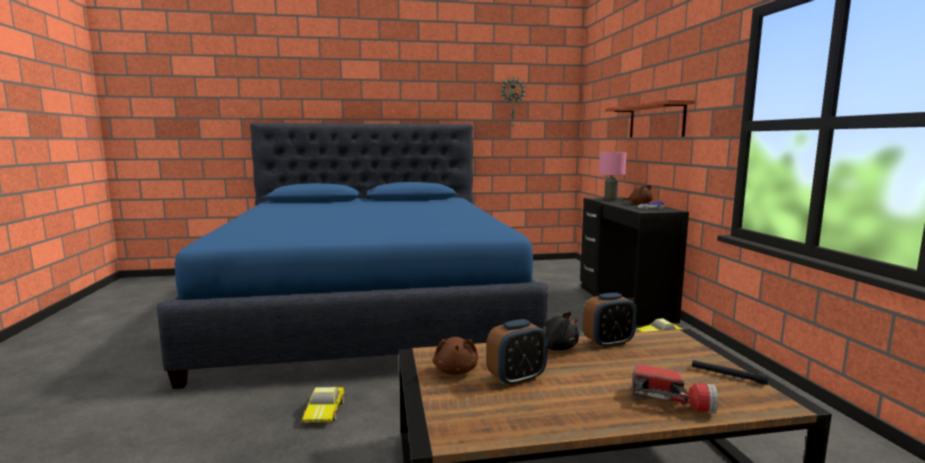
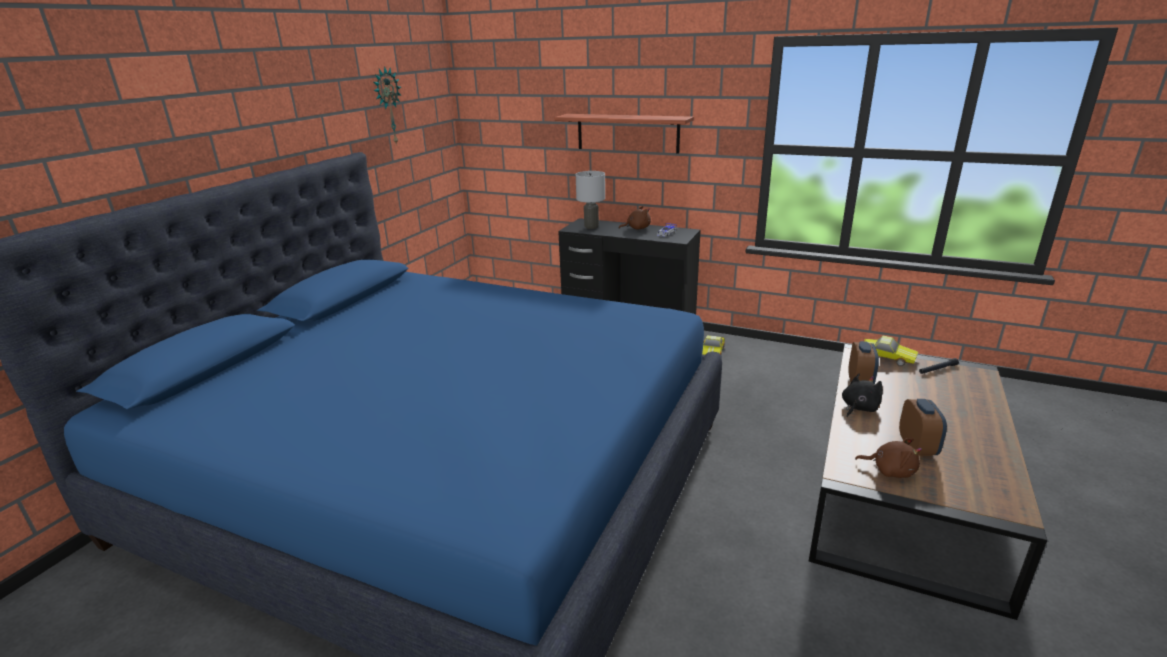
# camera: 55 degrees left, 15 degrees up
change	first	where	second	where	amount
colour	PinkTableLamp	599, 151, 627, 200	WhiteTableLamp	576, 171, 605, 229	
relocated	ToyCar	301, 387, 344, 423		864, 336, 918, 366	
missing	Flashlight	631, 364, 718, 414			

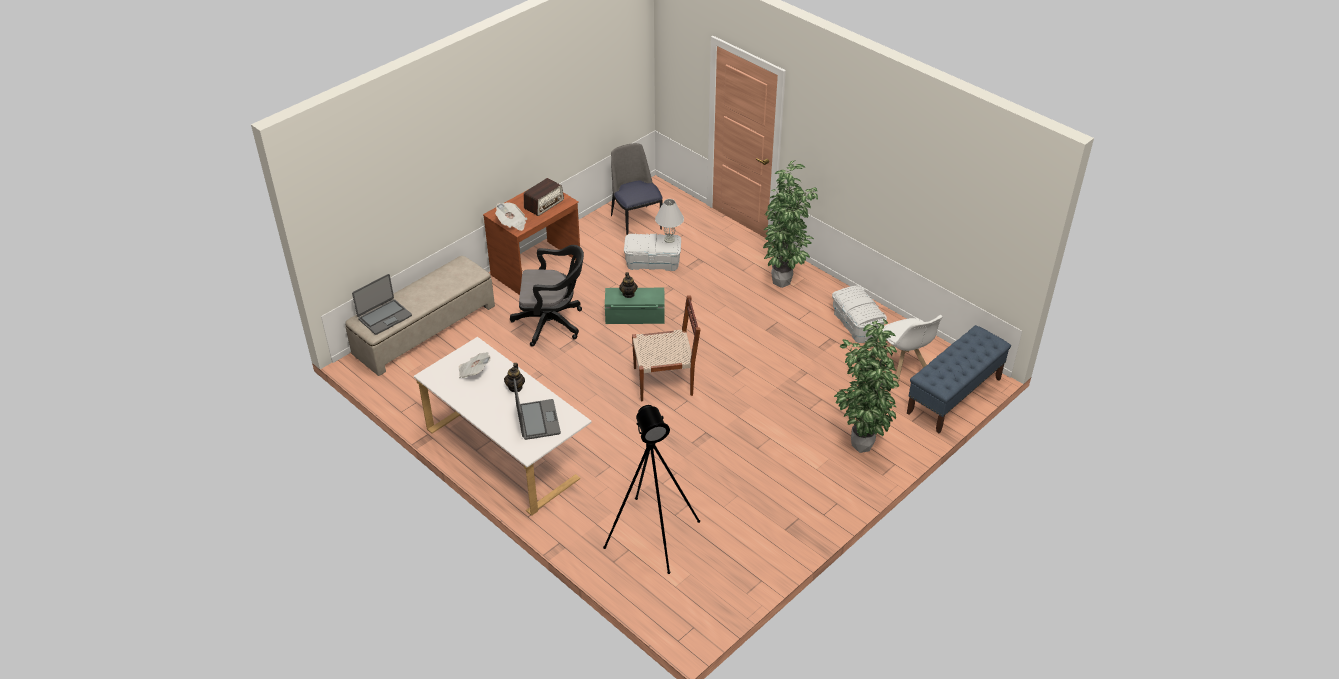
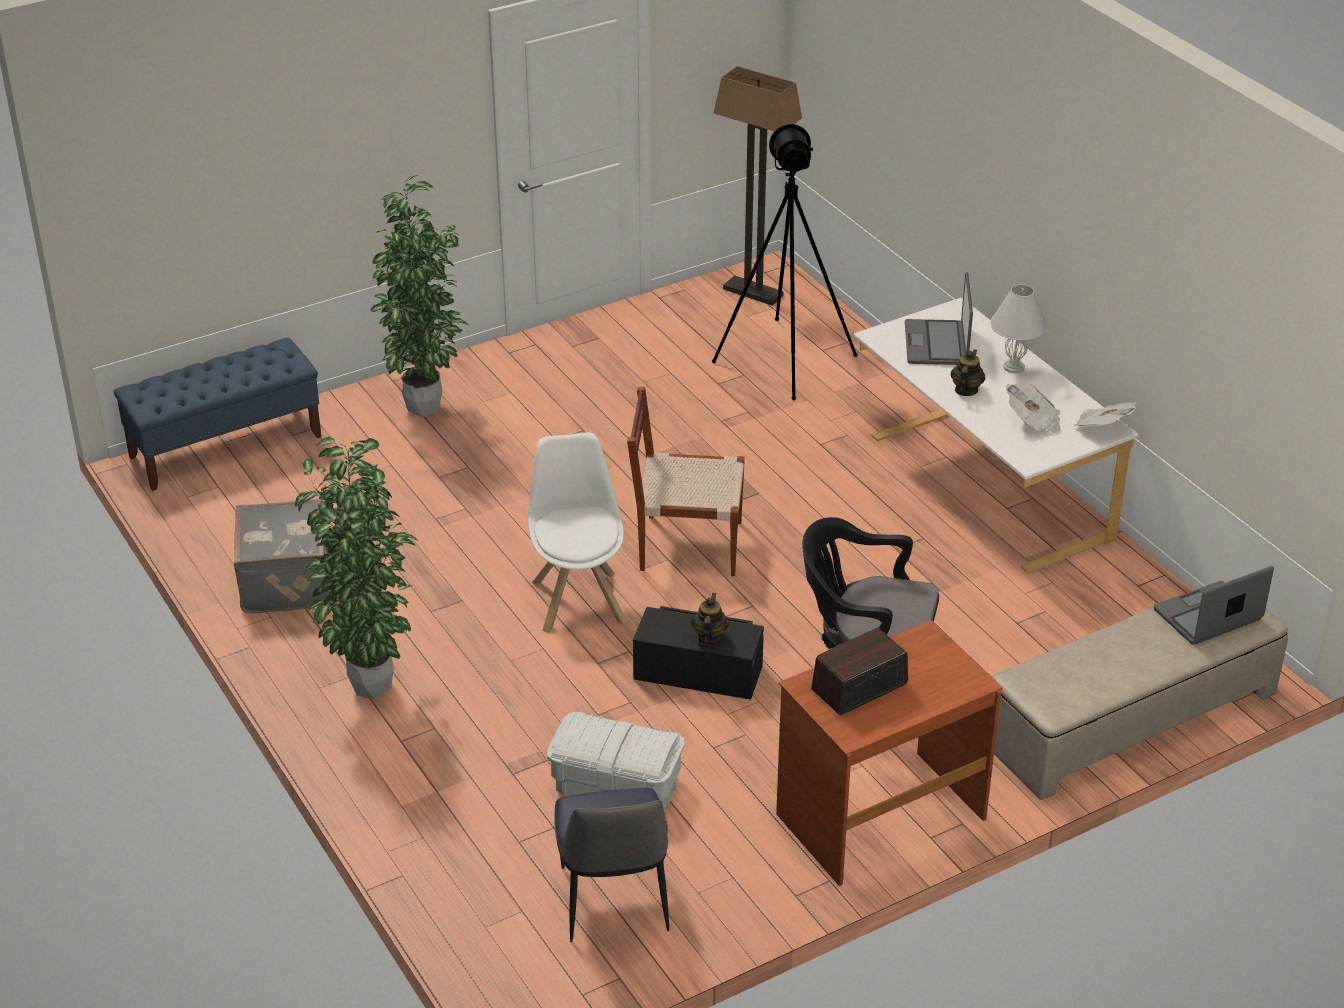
# camera: 165 degrees left, 5 degrees down
change	first	where	second	where	amount
exchanged	WhiteStorageBox	832, 285, 887, 343	GreySuitcase	234, 499, 333, 613	
relocated	WhiteChair	875, 315, 943, 389		528, 433, 627, 633	
colour	GreenStorageBox	605, 288, 665, 324	BlackStorageBox	633, 606, 764, 700	
appeared			FloorLamp	714, 66, 802, 306	
relocated	WhiteTableLamp	655, 199, 684, 243		990, 284, 1047, 373	
relocated	Newspaper	495, 202, 527, 231		1074, 402, 1137, 426	

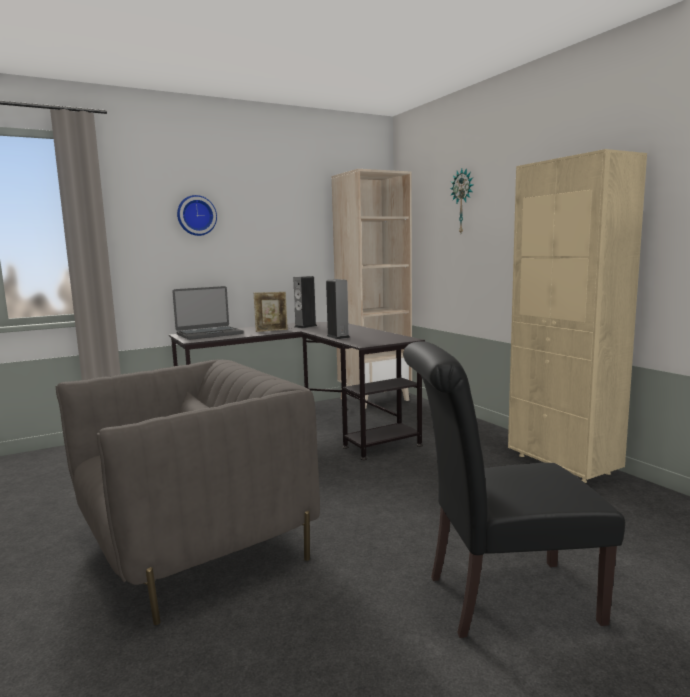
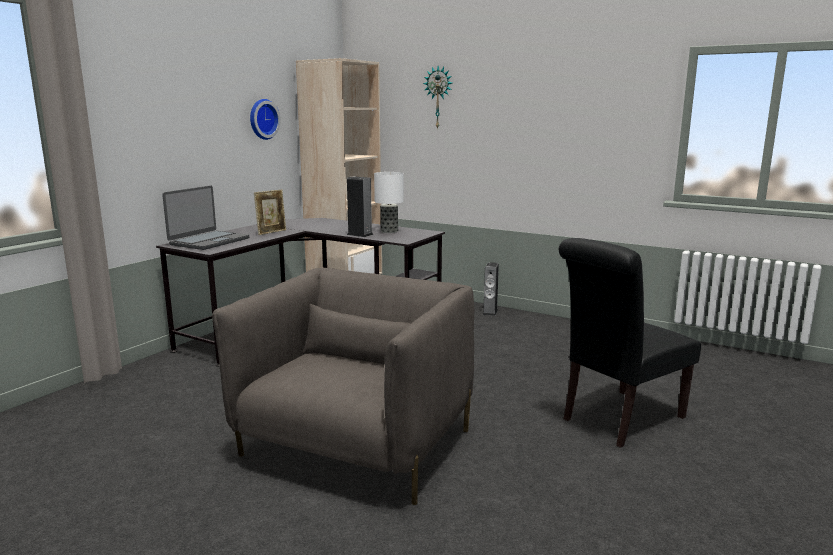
# camera: 30 degrees left, 5 degrees up
change	first	where	second	where	amount
relocated	WallClock	177, 195, 217, 236		250, 99, 281, 140	
appeared			TableLamp	374, 172, 404, 233	
relocated	Speaker	293, 276, 317, 328		483, 262, 499, 316	
missing	BeigeCabinet	508, 149, 647, 483			

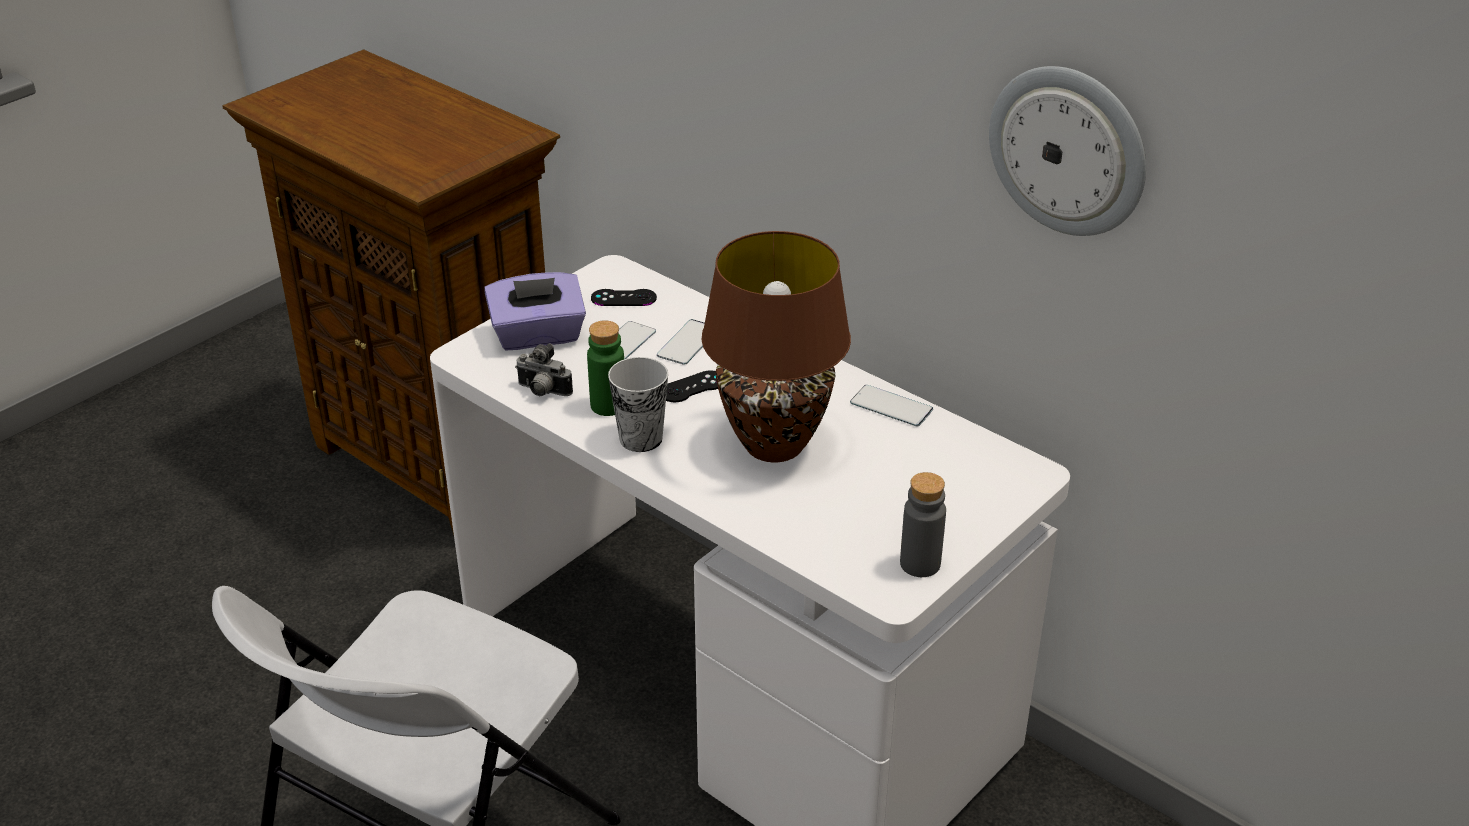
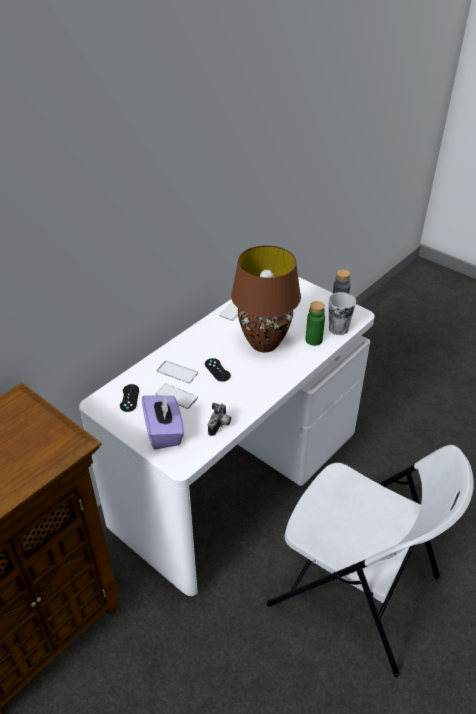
# camera: 90 degrees left, 5 degrees up
change	first	where	second	where	amount
relocated	GreenBottle	587, 320, 624, 416		306, 301, 325, 346	
relocated	Cup	608, 357, 668, 452		329, 292, 356, 335	
missing	WallClock	989, 66, 1146, 236			

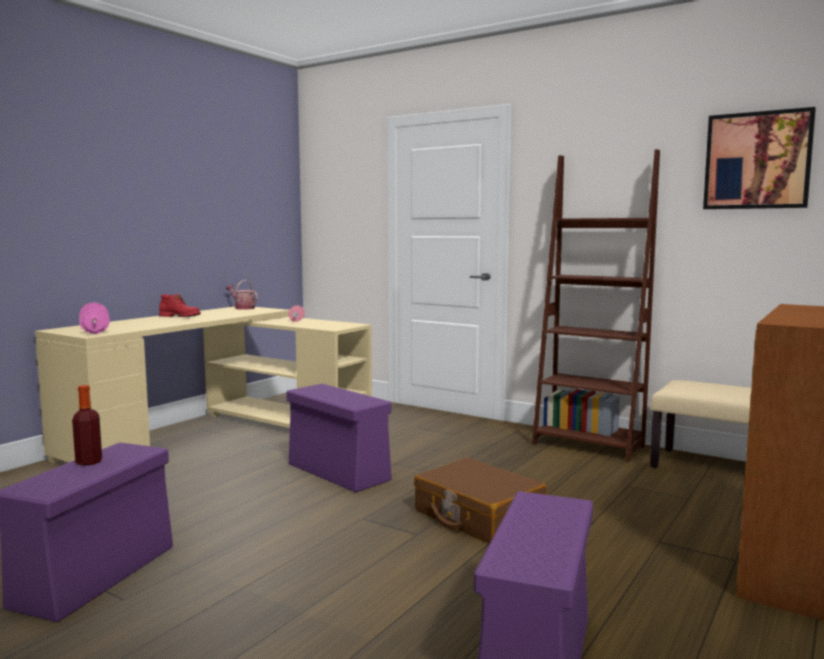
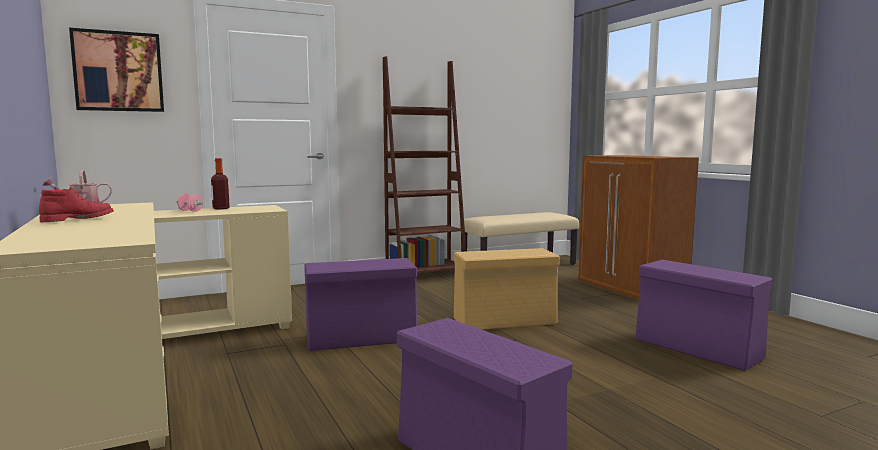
# camera: 60 degrees left, 0 degrees up
change	first	where	second	where	amount
relocated	Picture	703, 107, 816, 209		69, 28, 164, 112	
relocated	Bottle	72, 385, 102, 466		211, 158, 230, 209	
exchanged	BrownSuitcase	414, 457, 547, 544	BeigeStorageBox	454, 248, 560, 330	
missing	PinkDumbbell	79, 303, 110, 334			

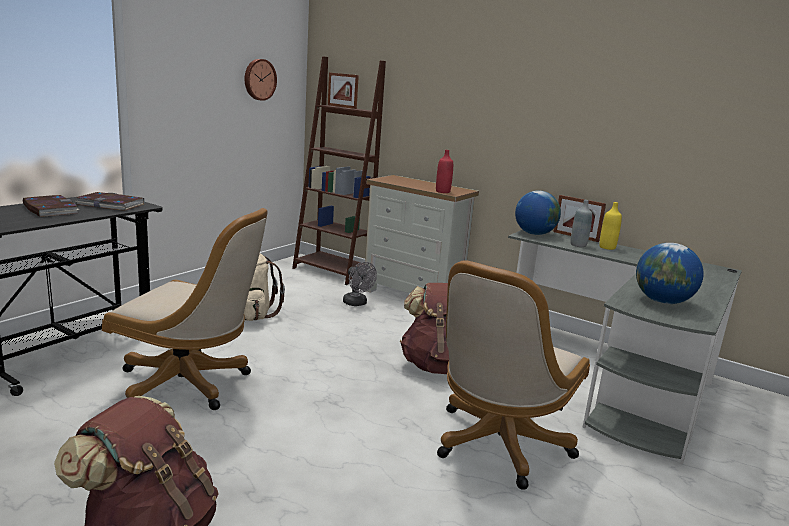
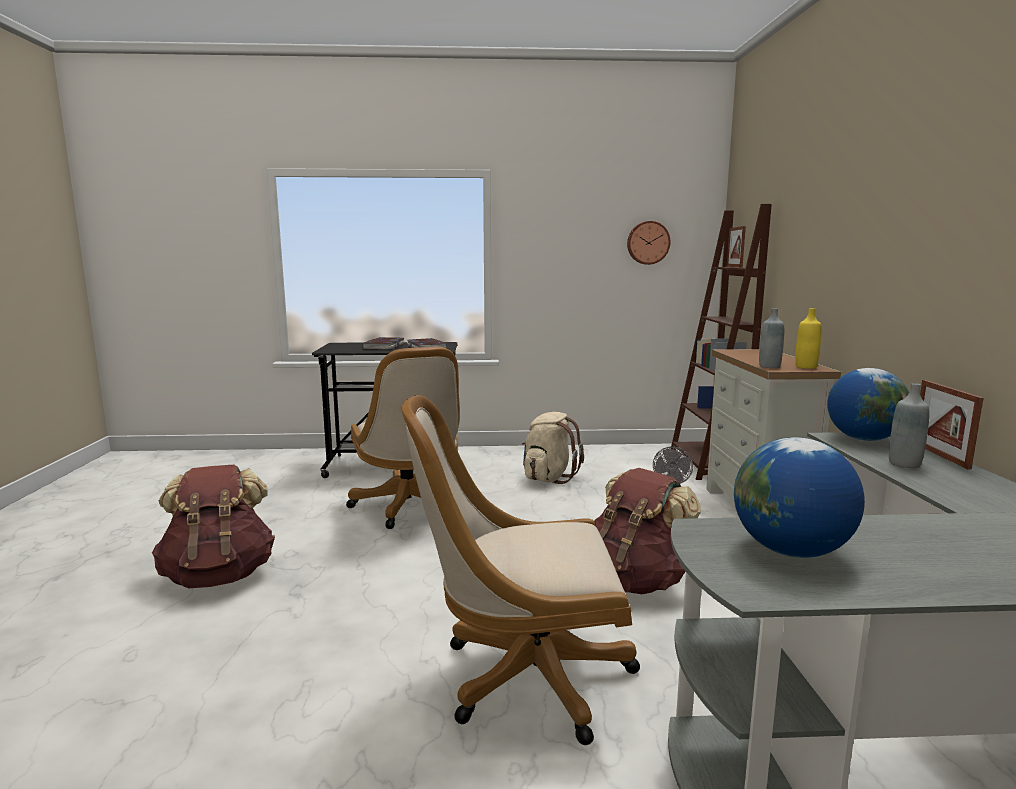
# camera: 55 degrees right, 5 degrees down
change	first	where	second	where	amount
colour	RedBottle	436, 150, 453, 193	GreyBottle	759, 308, 784, 368	
relocated	YellowBottle	599, 202, 622, 250		795, 308, 822, 369	

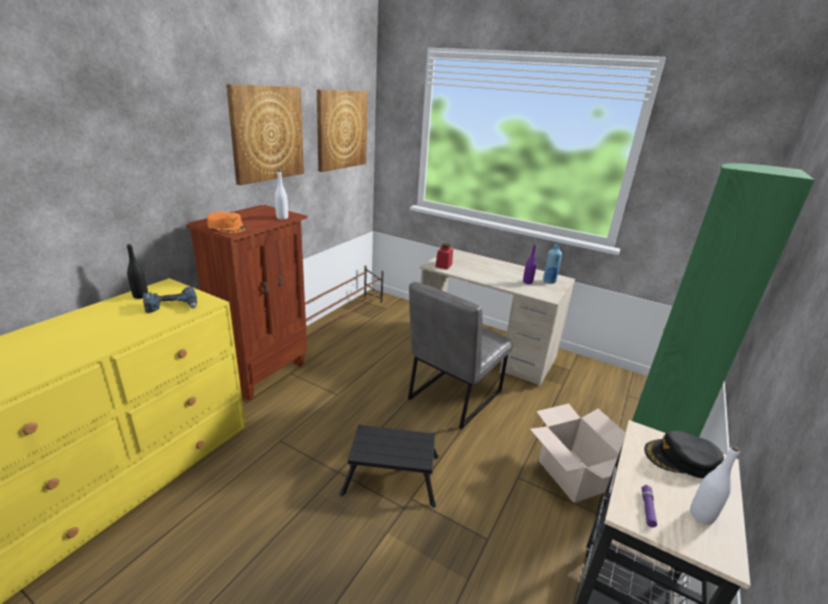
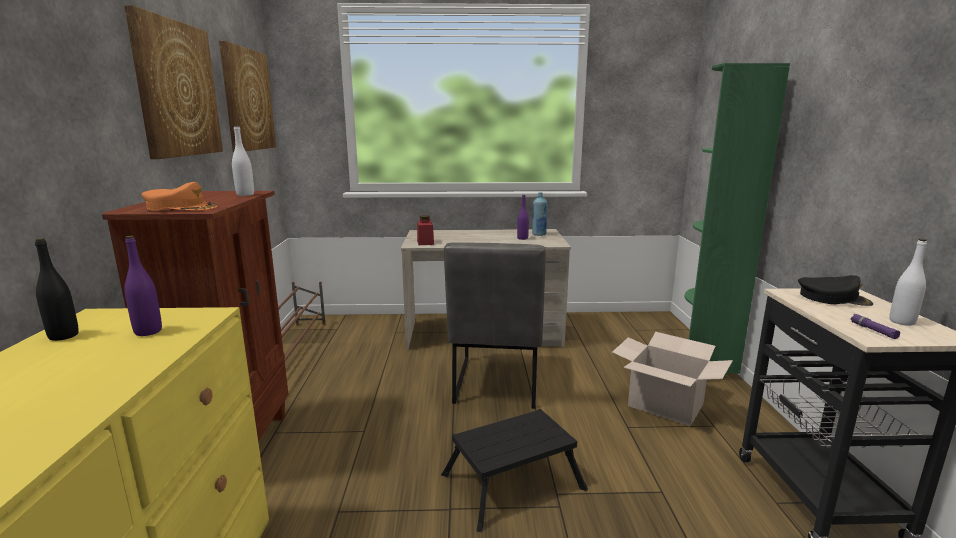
# camera: 30 degrees left, 10 degrees down
change	first	where	second	where	amount
exchanged	PowerDrill	143, 287, 197, 313	PurpleBottle	125, 236, 162, 336	
spun	BlackCap	644, 431, 724, 478		798, 275, 873, 306	135 degrees counterclockwise

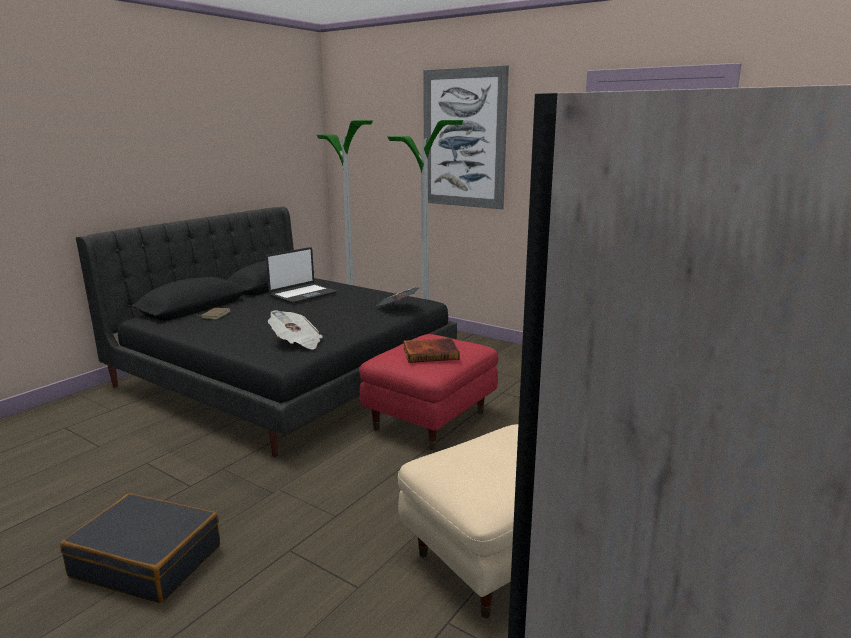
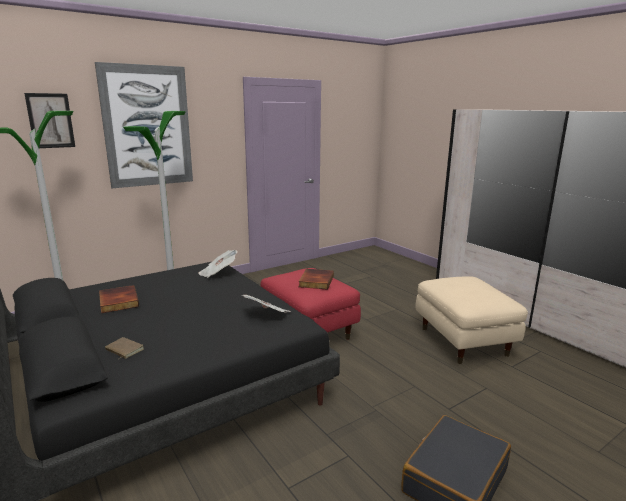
# camera: 70 degrees left, 0 degrees up
change	first	where	second	where	amount
appeared			Picture	24, 93, 75, 148	
exchanged	Laptop	266, 247, 337, 304	Book	99, 285, 139, 313	

